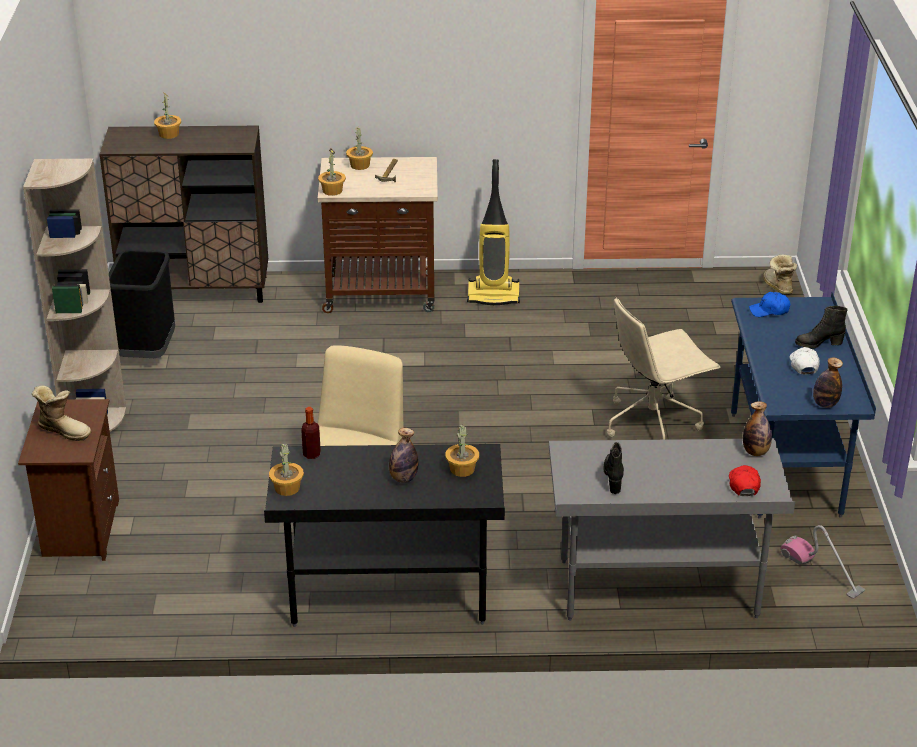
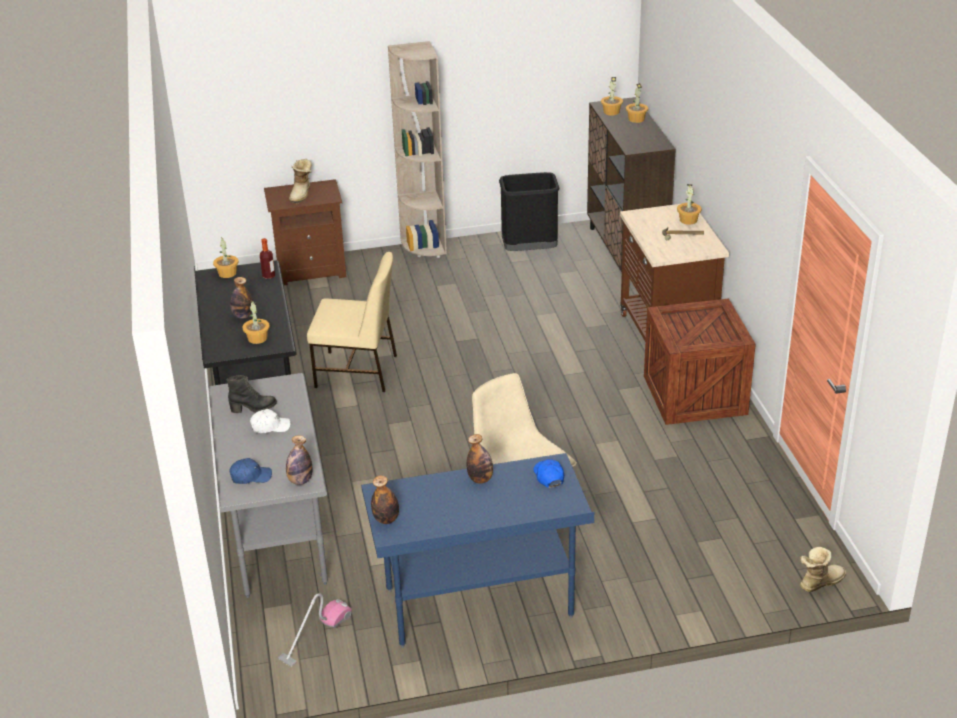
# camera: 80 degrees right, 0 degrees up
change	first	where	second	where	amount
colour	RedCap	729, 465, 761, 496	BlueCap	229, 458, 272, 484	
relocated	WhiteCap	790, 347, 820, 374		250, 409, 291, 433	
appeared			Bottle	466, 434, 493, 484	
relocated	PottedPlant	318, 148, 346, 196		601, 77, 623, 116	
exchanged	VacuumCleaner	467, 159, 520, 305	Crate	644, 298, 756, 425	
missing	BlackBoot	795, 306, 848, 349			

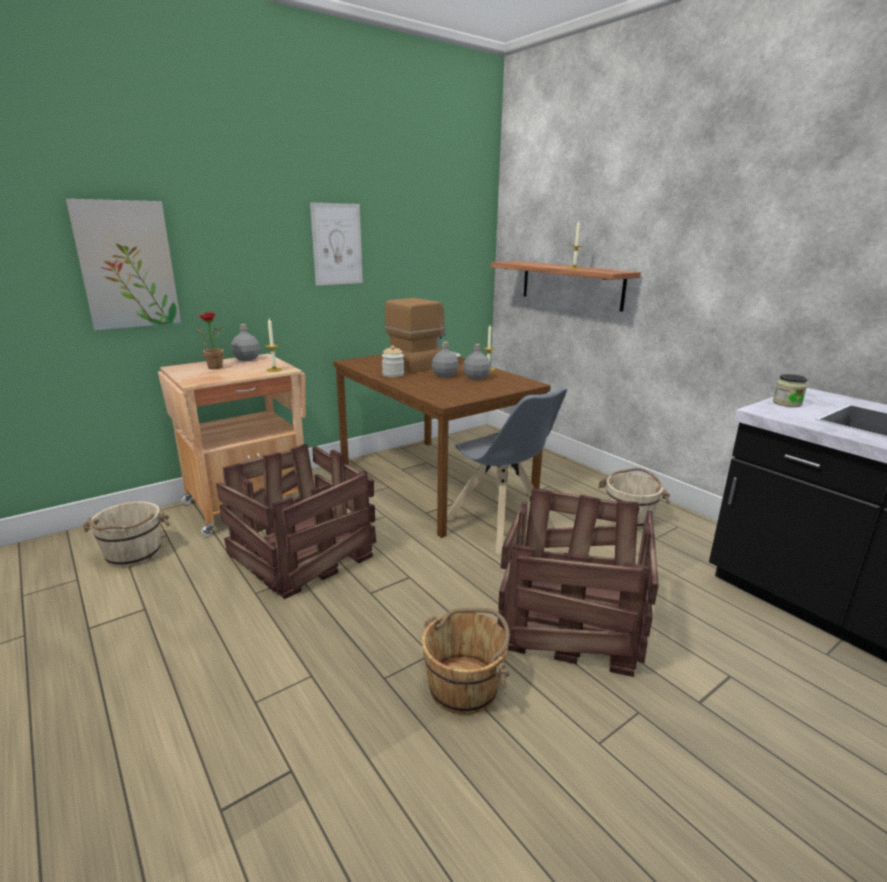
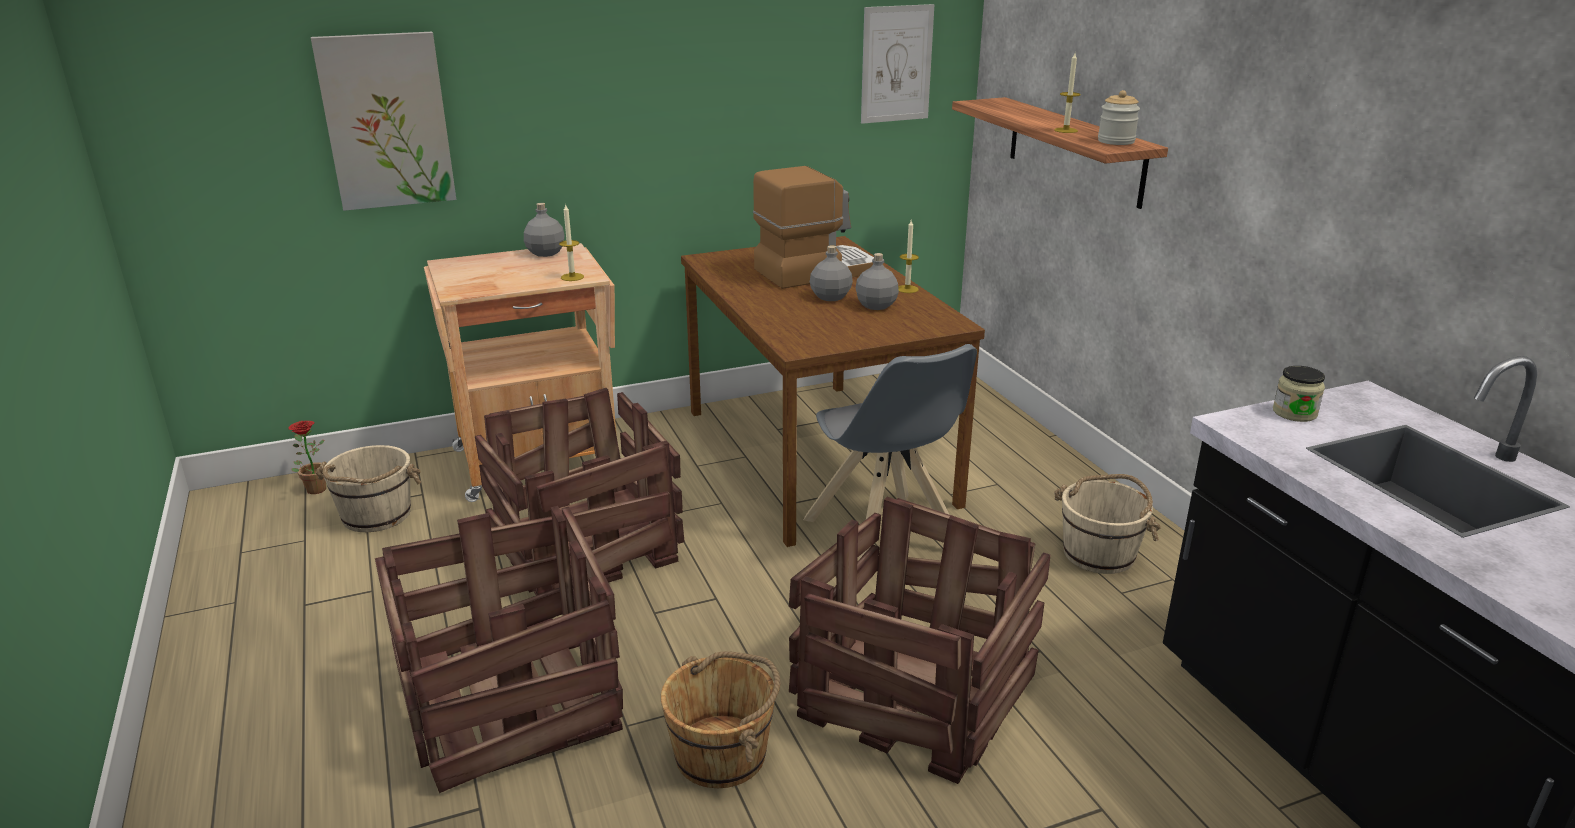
# camera: 15 degrees right, 5 degrees up
change	first	where	second	where	amount
relocated	PottedPlant	196, 312, 224, 369		288, 421, 326, 494	
appeared			Crate	375, 506, 623, 793	
relocated	Picture	310, 203, 363, 286		861, 4, 935, 124	
relocated	Jar	382, 345, 404, 377		1098, 90, 1140, 145	

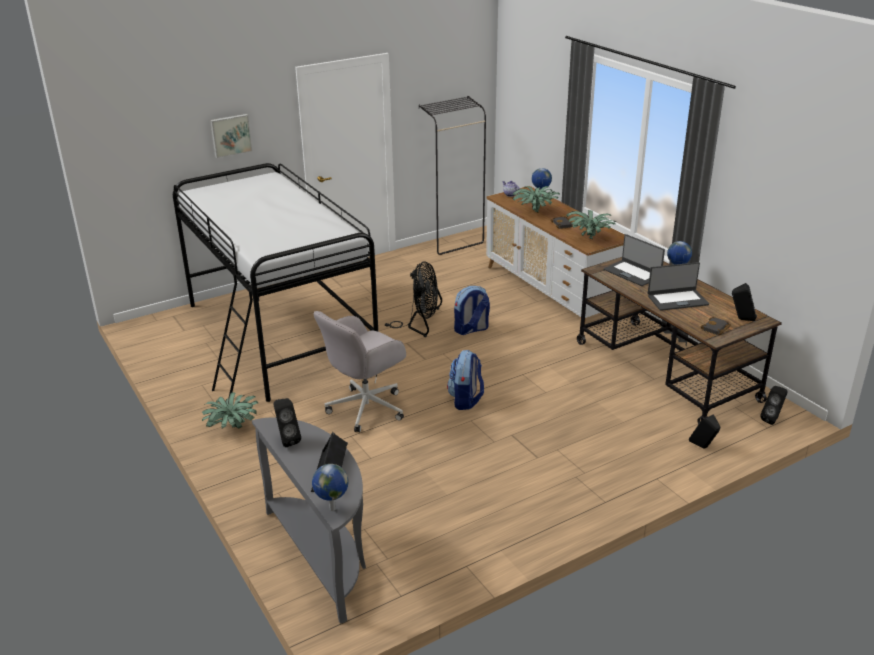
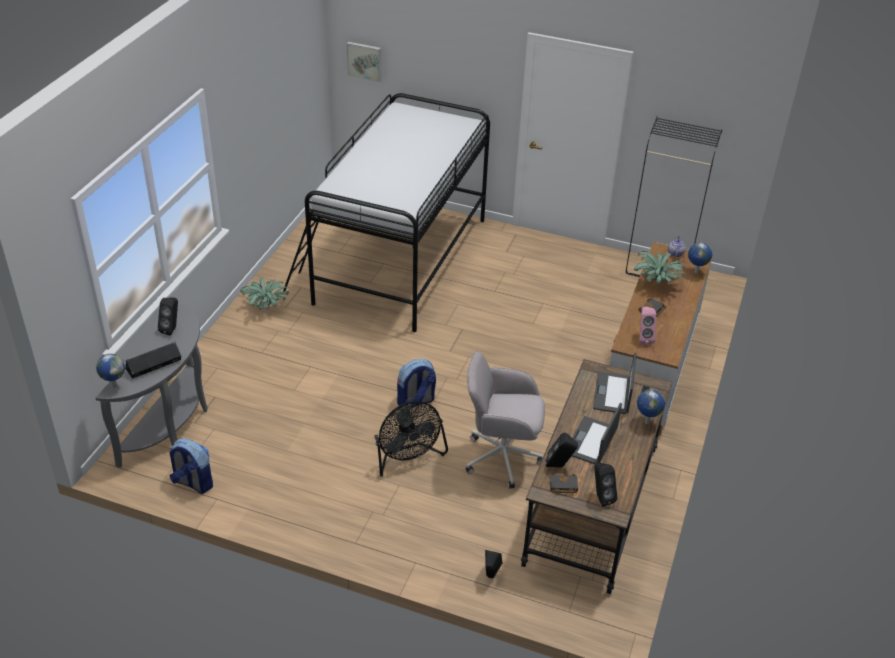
# camera: 50 degrees right, 10 degrees up
change	first	where	second	where	amount
relocated	Backpack	454, 286, 490, 335		169, 438, 213, 494	
relocated	Picture	210, 114, 252, 158		347, 42, 381, 82	
relocated	BlackFan	384, 261, 442, 337		375, 401, 448, 477	
relocated	GreyOfficeChair	314, 311, 406, 432		465, 351, 545, 489	
relocated	BlackSpeaker	760, 386, 788, 425		545, 433, 578, 468	
spun	Laptop	648, 262, 709, 311		572, 403, 622, 464	75 degrees clockwise
exchanged	PottedPlant	566, 210, 617, 240	PinkSpeaker	640, 306, 656, 344	

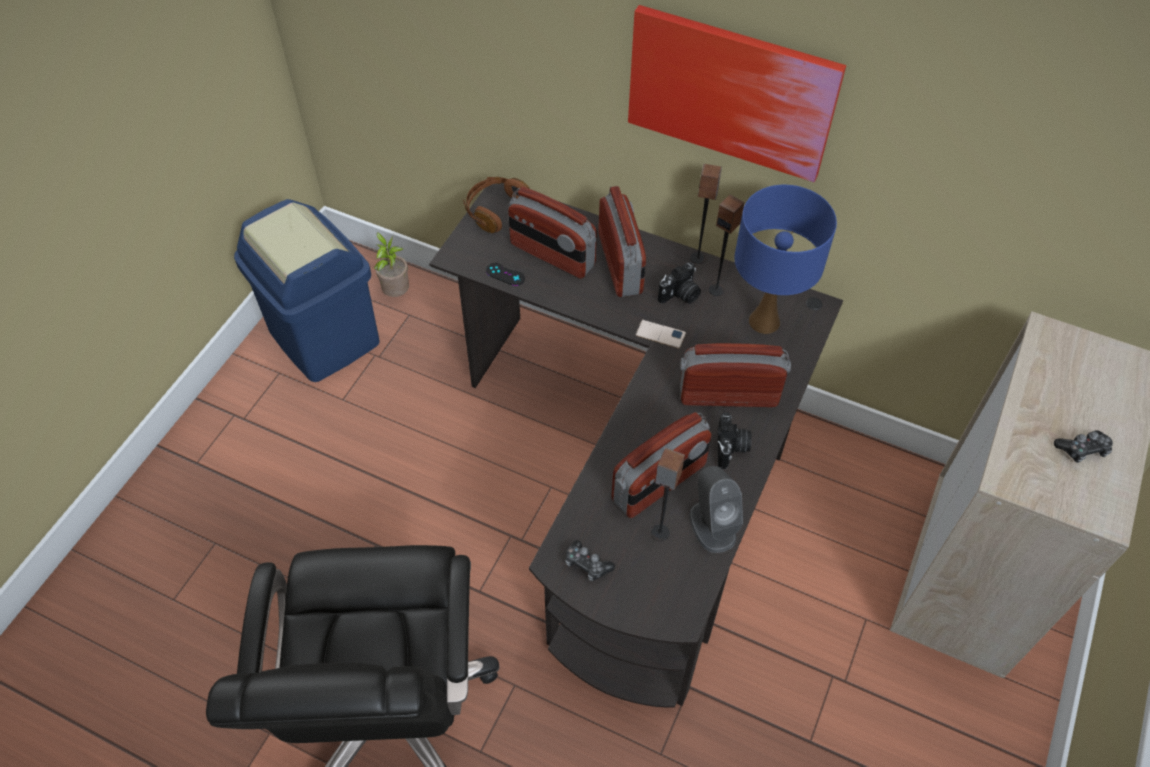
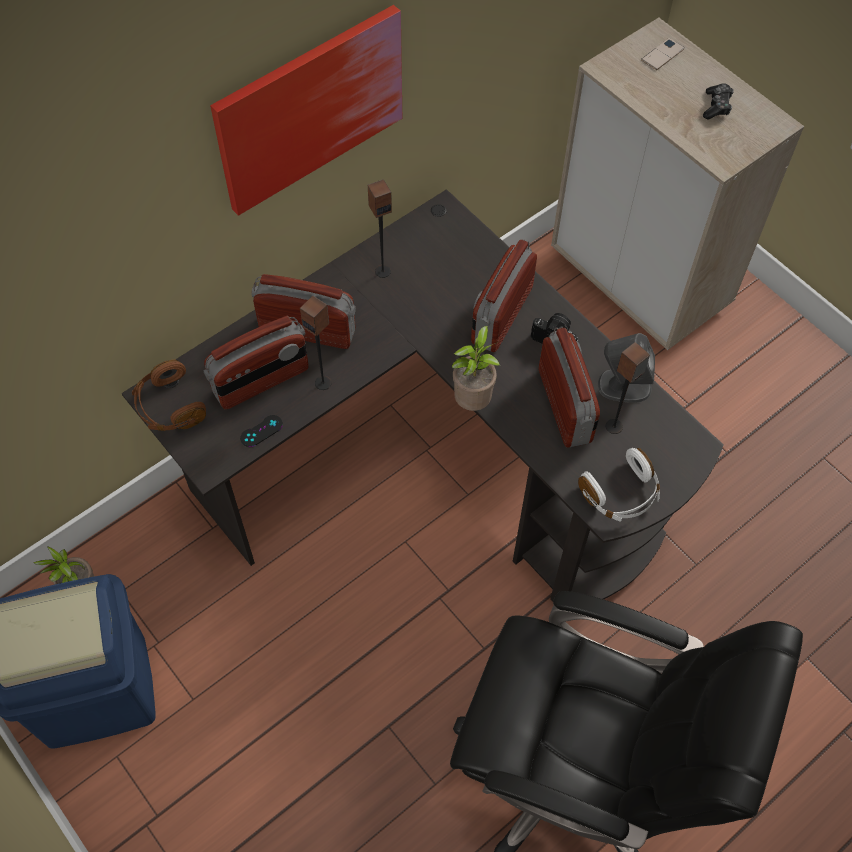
# camera: 65 degrees left, 5 degrees up
change	first	where	second	where	amount
relocated	Speaker	690, 164, 722, 264		300, 296, 332, 390	
appeared			PottedPlant	452, 326, 500, 411	
exchanged	GameController	565, 540, 615, 581	WhiteHeadphones	578, 448, 660, 522	
relocated	Phone	635, 319, 686, 349		641, 38, 685, 70	
missing	PhotoCamera	658, 262, 701, 304			
missing	BlueTableLamp	734, 185, 837, 334			

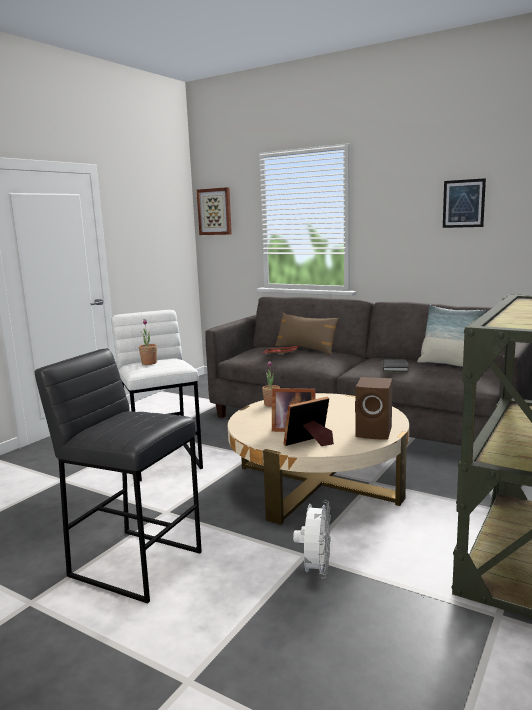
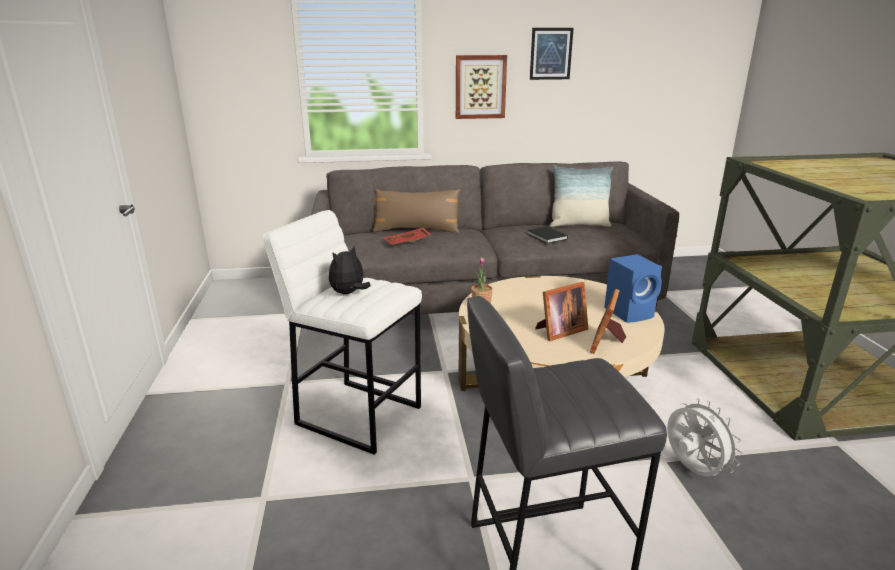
# camera: 40 degrees left, 10 degrees up
change	first	where	second	where	amount
exchanged	PottedPlant	139, 319, 157, 365	PlushToy	329, 246, 371, 294	
relocated	Picture	197, 187, 232, 235		456, 55, 507, 119	
colour	BrownSpeaker	355, 377, 392, 440	BlueSpeaker	604, 254, 662, 323	

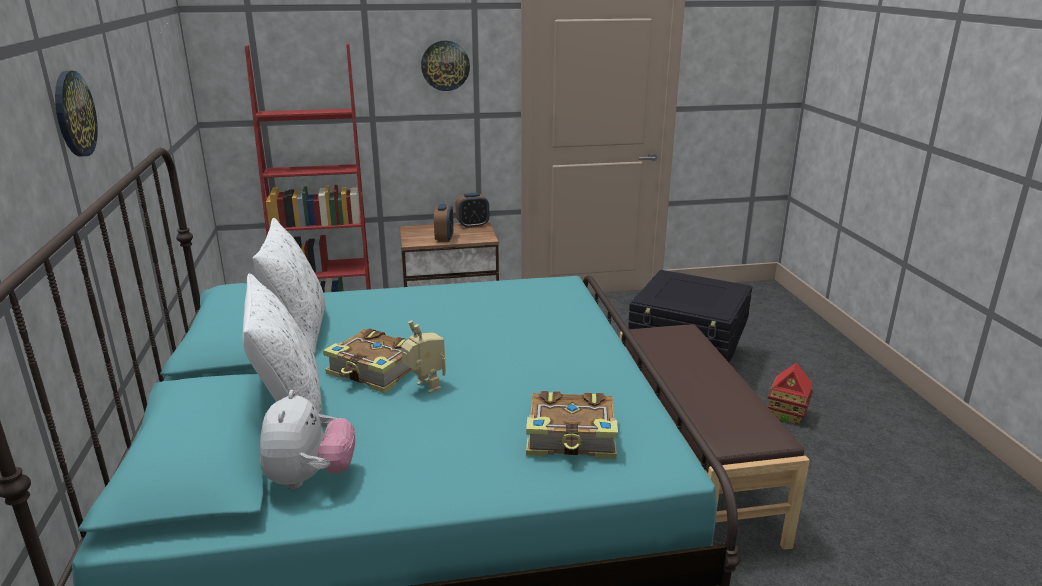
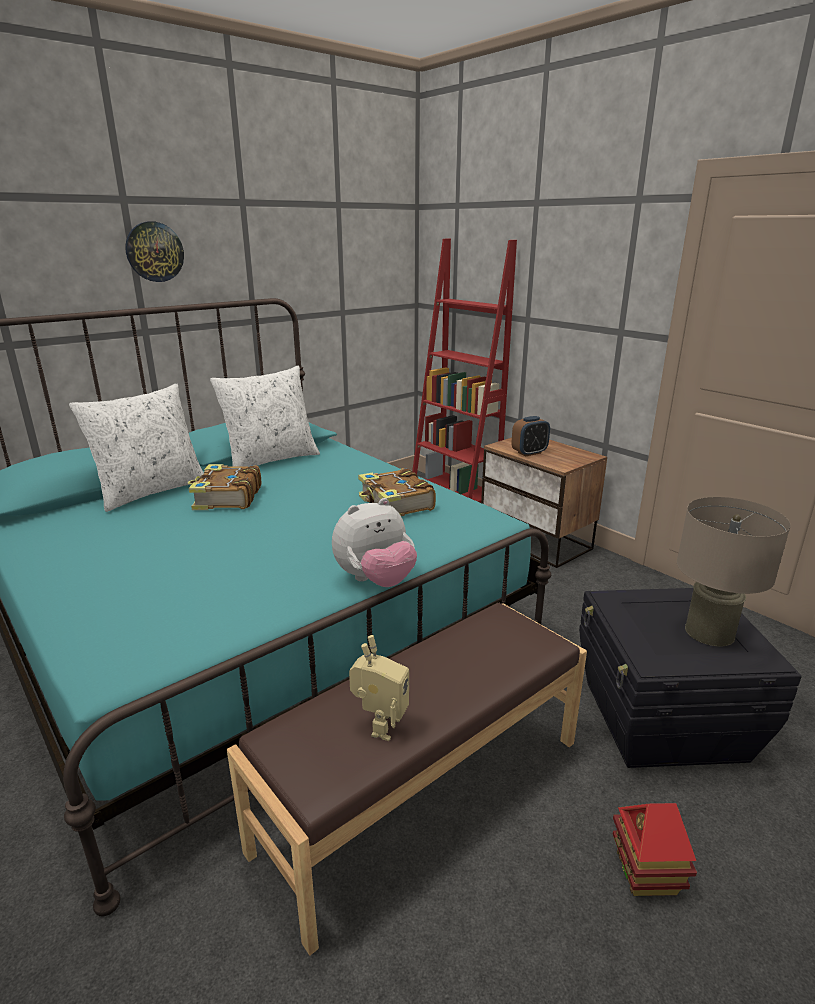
# camera: 60 degrees right, 0 degrees up
change	first	where	second	where	amount
relocated	PlushToy	260, 390, 355, 489		332, 498, 417, 587	
relocated	ToyRobot	401, 320, 446, 393		349, 635, 409, 741	
relocated	Book	526, 391, 618, 459		358, 468, 436, 516	
appeared			BeigeTableLamp	677, 497, 791, 647	
missing	WallClock	421, 40, 470, 91			
missing	AlarmClock	456, 193, 489, 228			

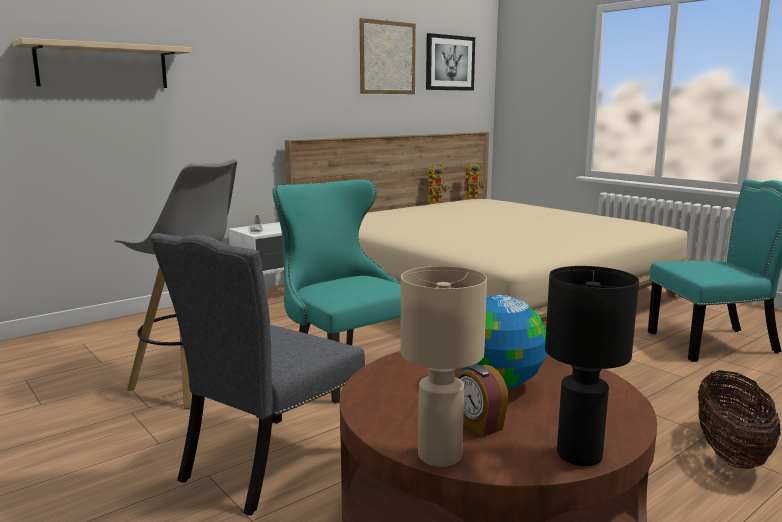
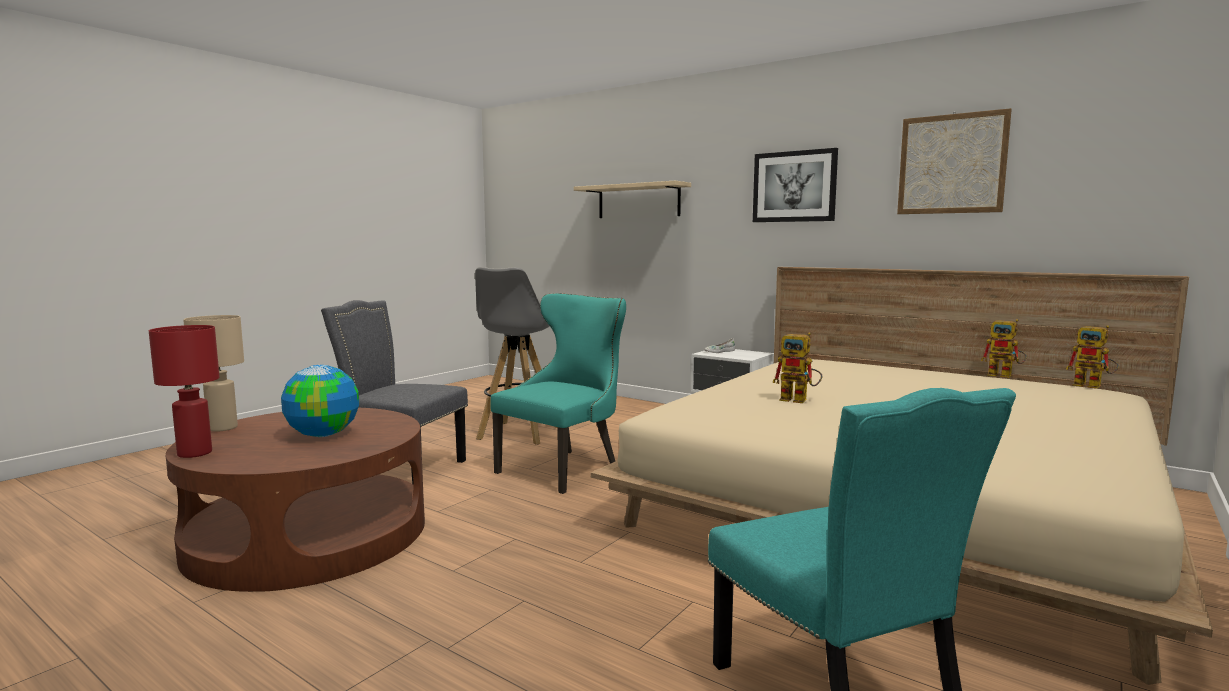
# camera: 75 degrees right, 5 degrees down
change	first	where	second	where	amount
colour	BlackTableLamp	545, 266, 639, 466	RedTableLamp	149, 325, 220, 458	
relocated	Picture	426, 33, 475, 91		753, 148, 838, 222	
appeared			ToyRobot	772, 333, 822, 403	
missing	AlarmClock	457, 365, 509, 437			
missing	Basket	698, 370, 781, 469			

